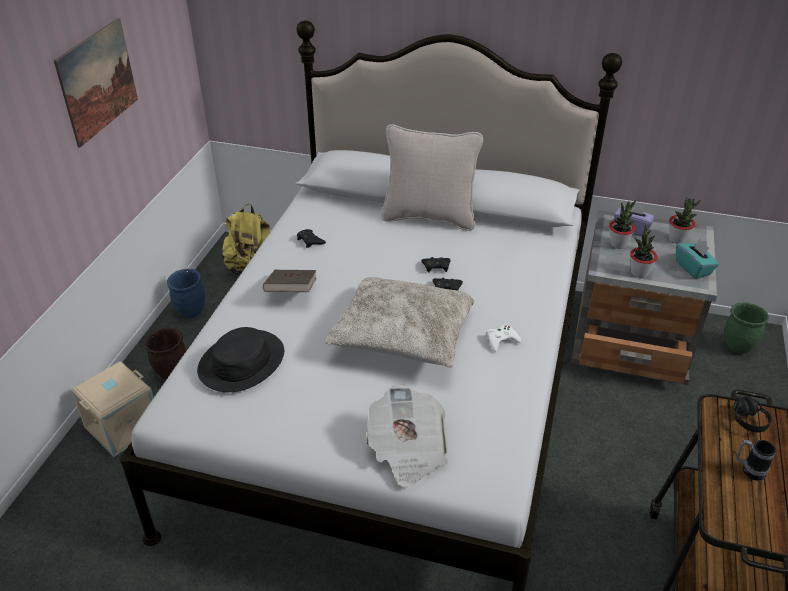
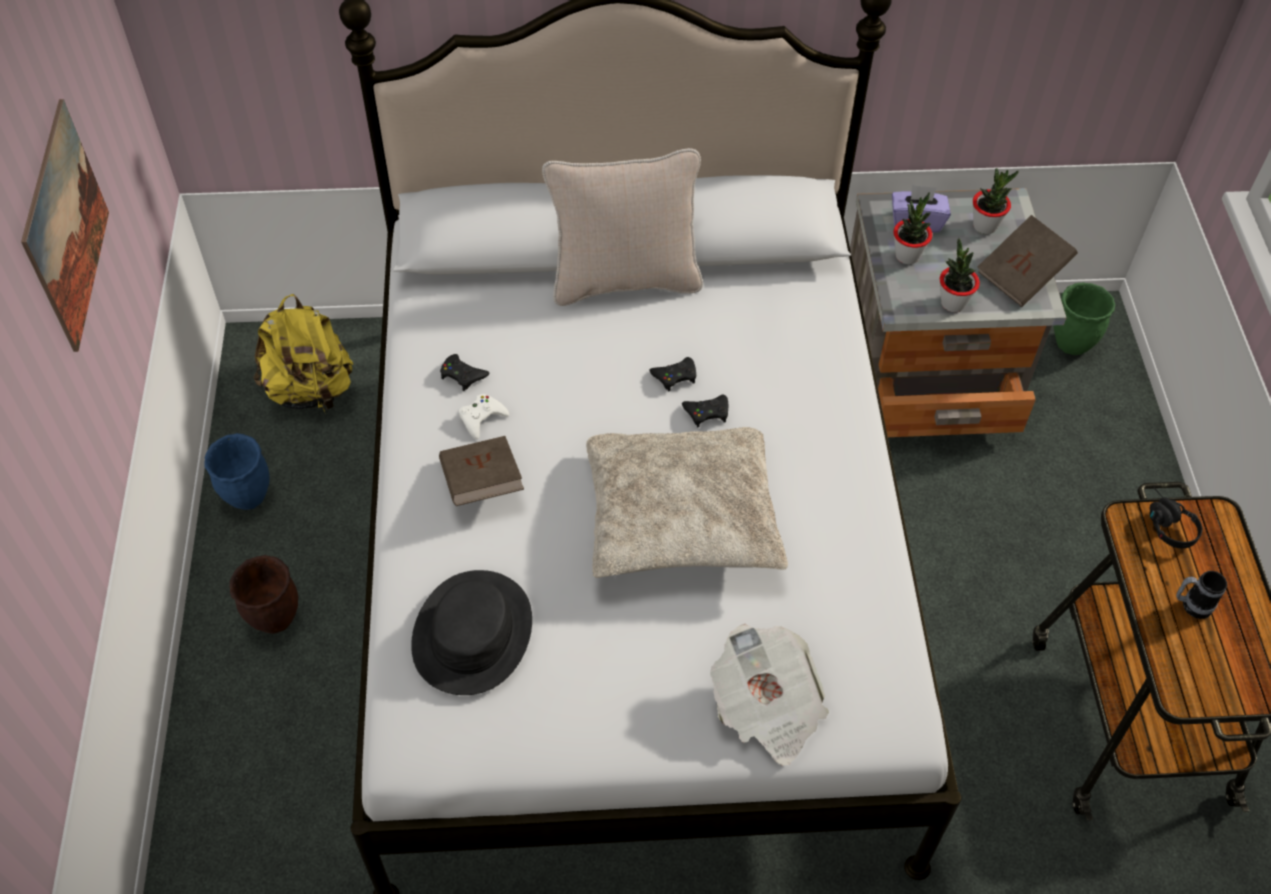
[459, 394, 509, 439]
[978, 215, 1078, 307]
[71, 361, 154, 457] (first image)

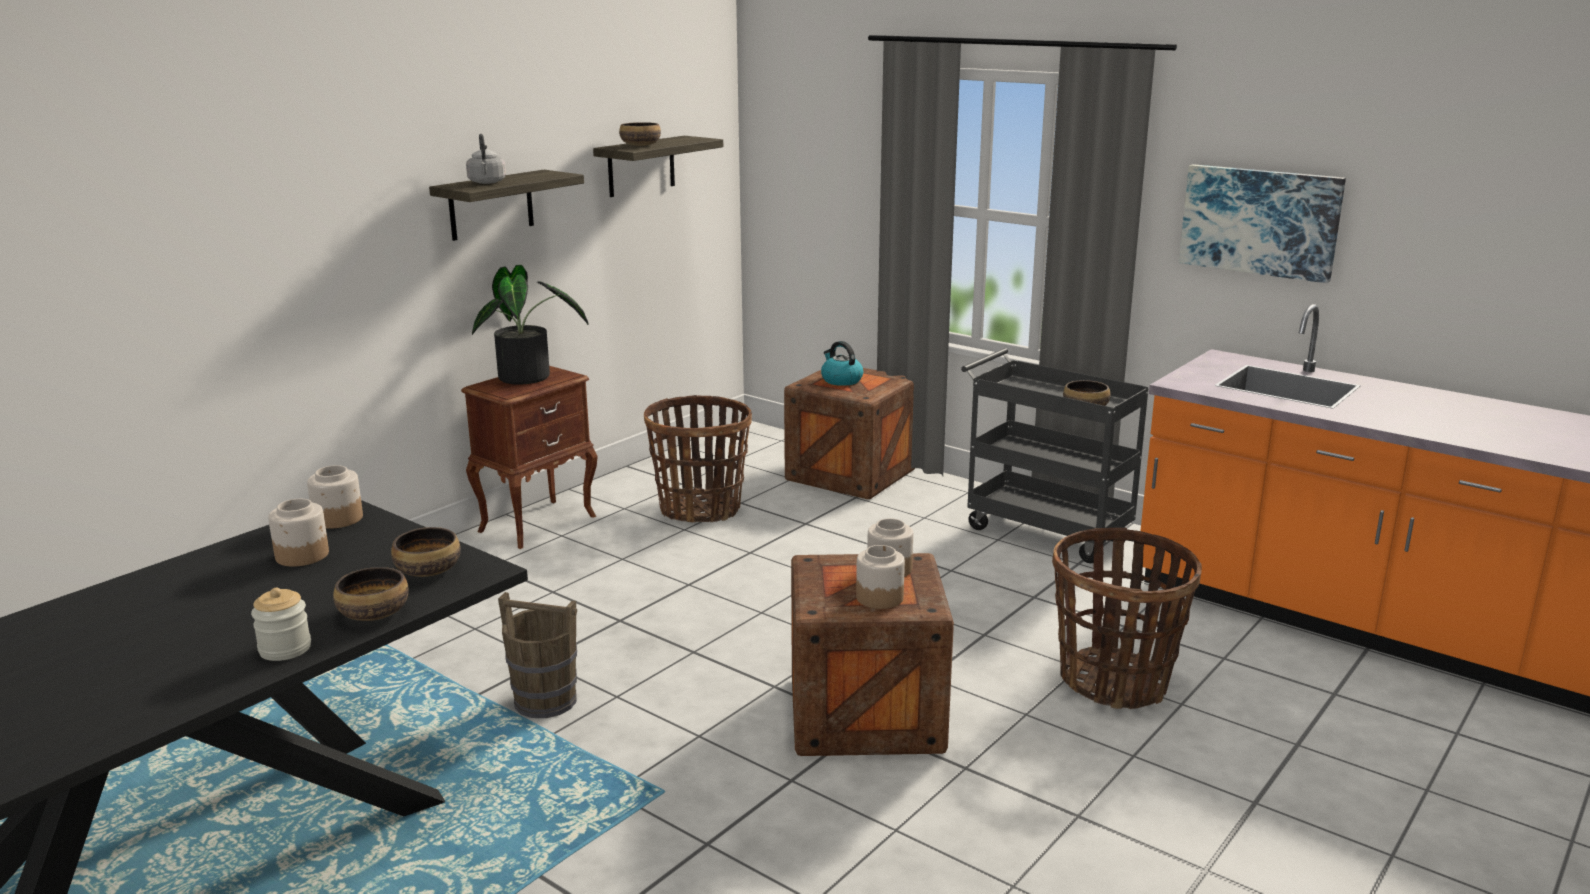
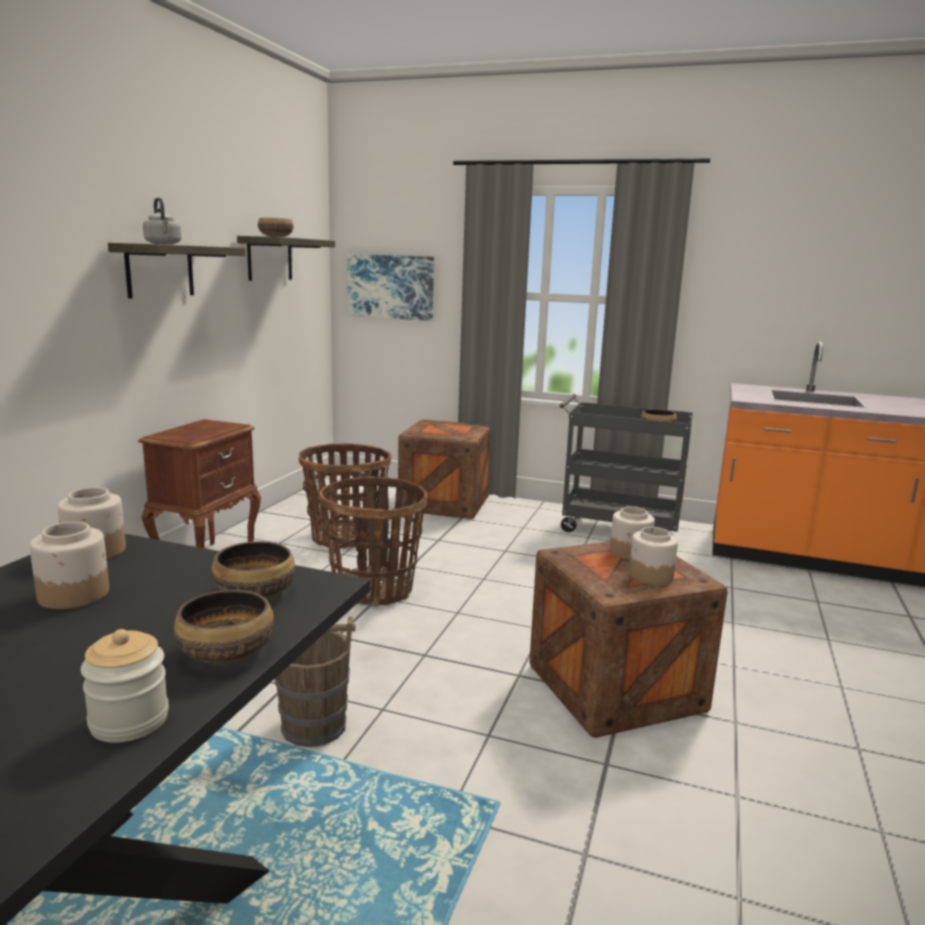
[319, 476, 428, 606]
[347, 254, 434, 321]
[472, 265, 588, 385] (first image)
[821, 341, 863, 386] (first image)

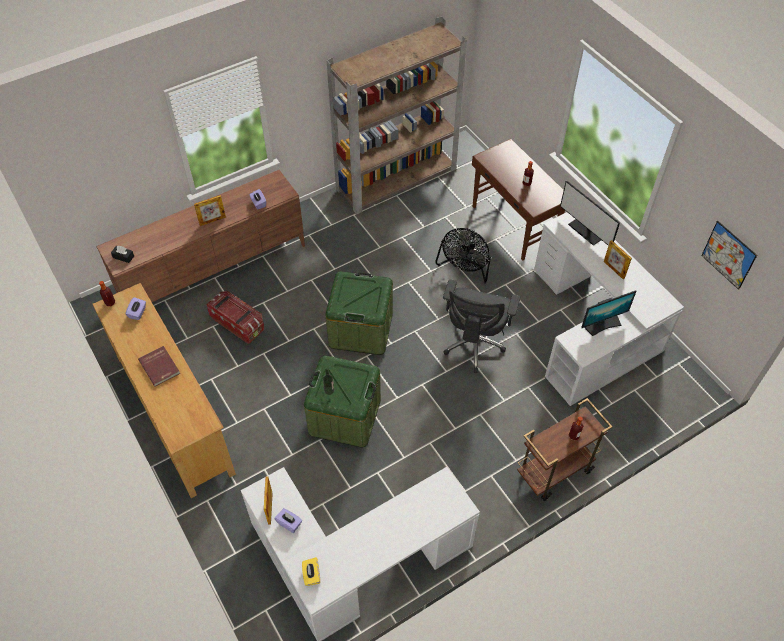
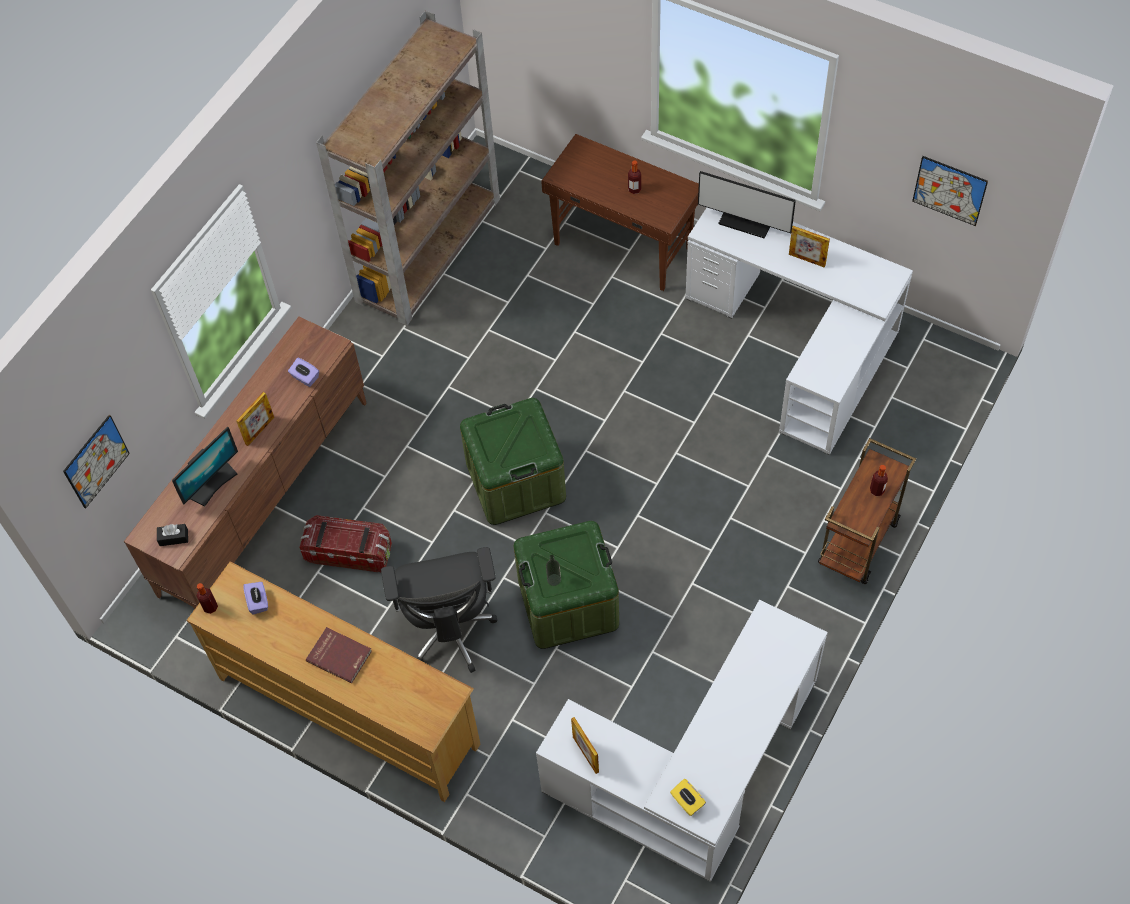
[63, 415, 130, 509]
[172, 427, 238, 506]
[381, 547, 497, 673]
[275, 508, 302, 533] (first image)
[435, 228, 492, 284] (first image)

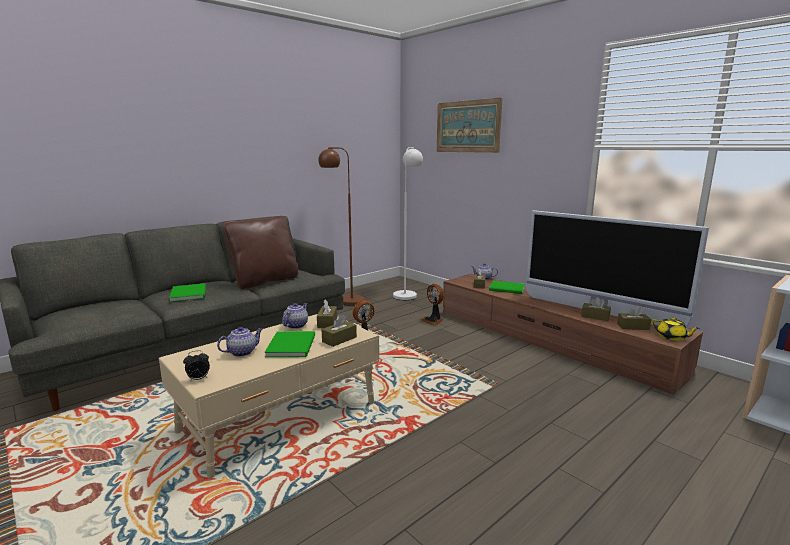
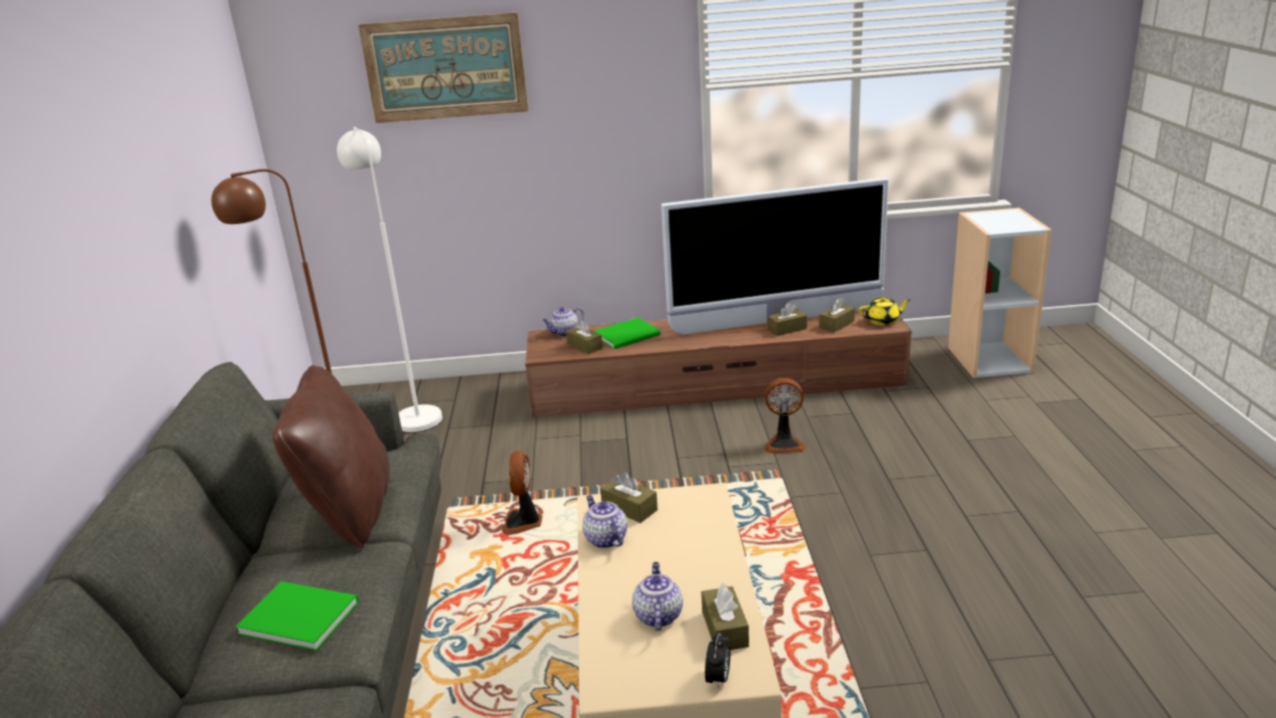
[701, 583, 749, 650]
[764, 378, 806, 453]
[264, 331, 315, 357] (first image)

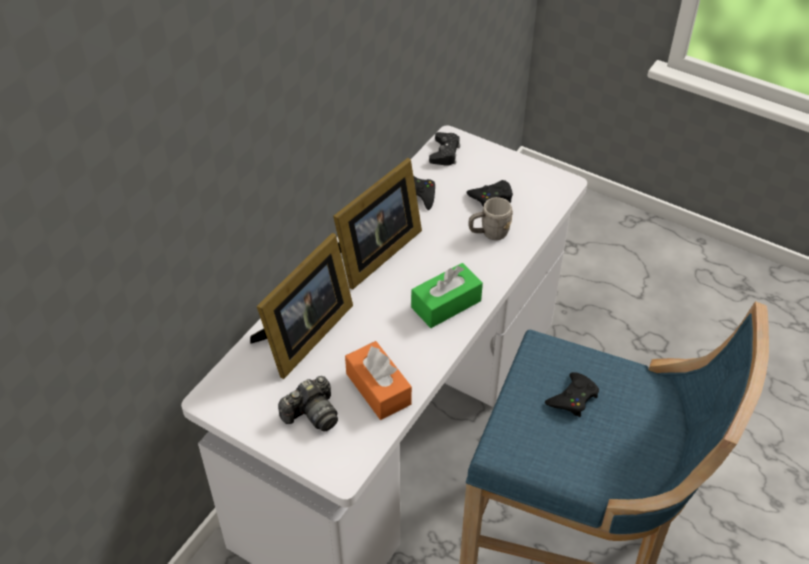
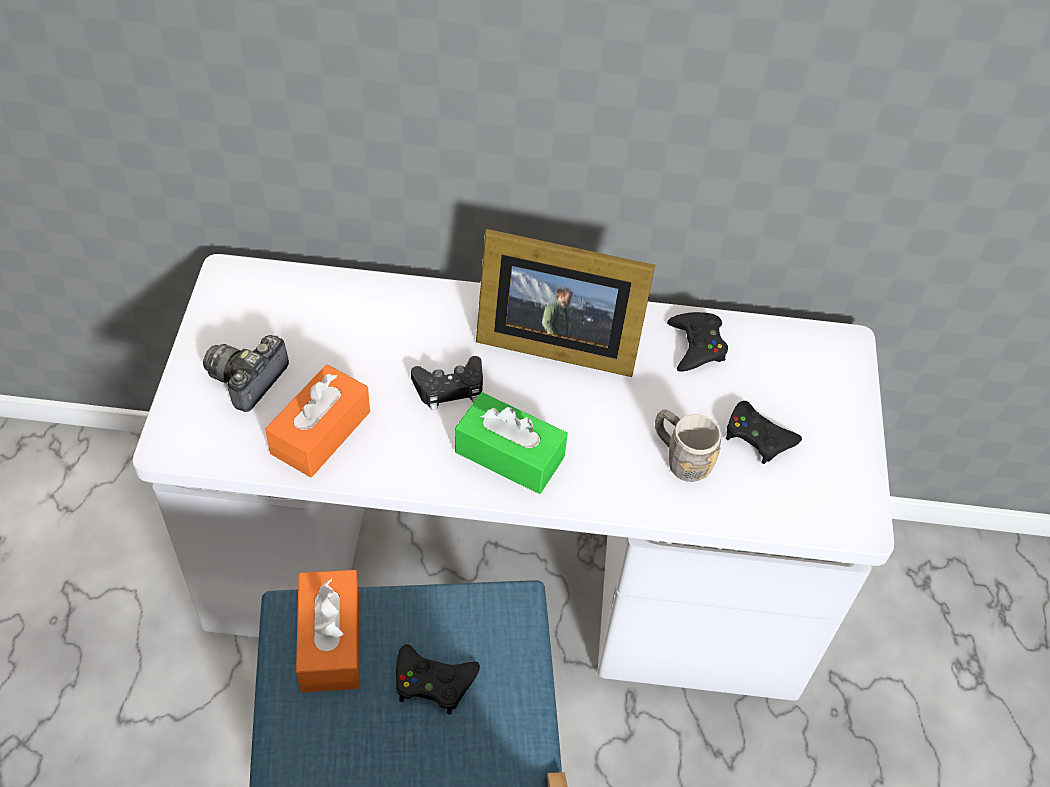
[203, 335, 289, 412]
[296, 570, 360, 692]
[411, 356, 483, 410]
[250, 233, 353, 379] (first image)

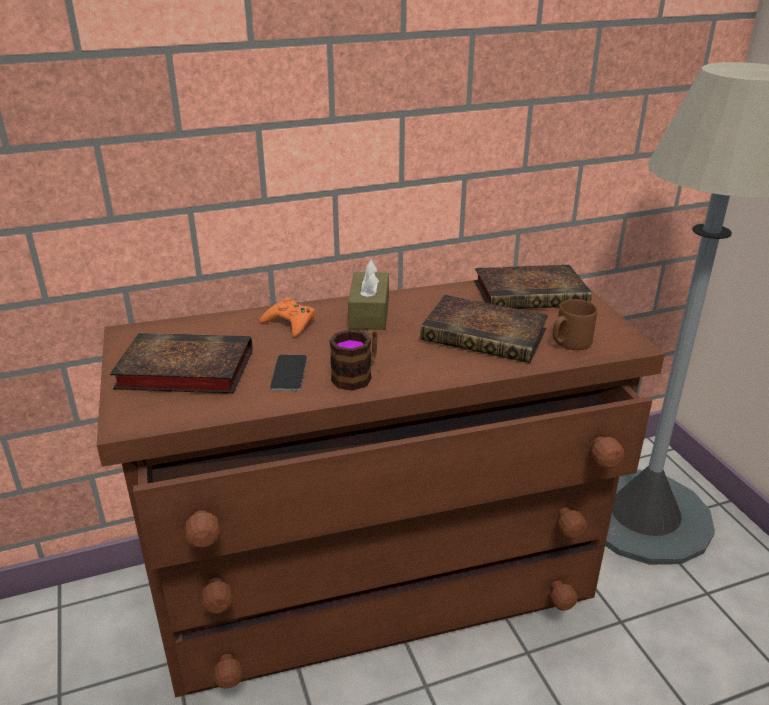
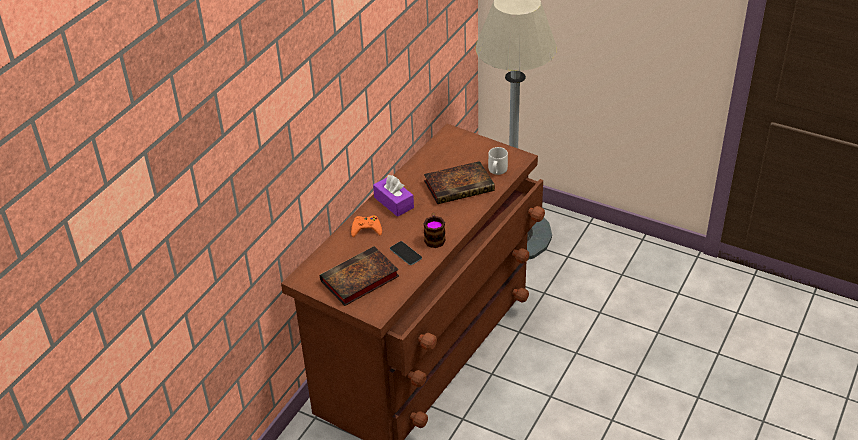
[373, 175, 414, 217]
[488, 147, 508, 175]
[474, 265, 592, 309] (first image)

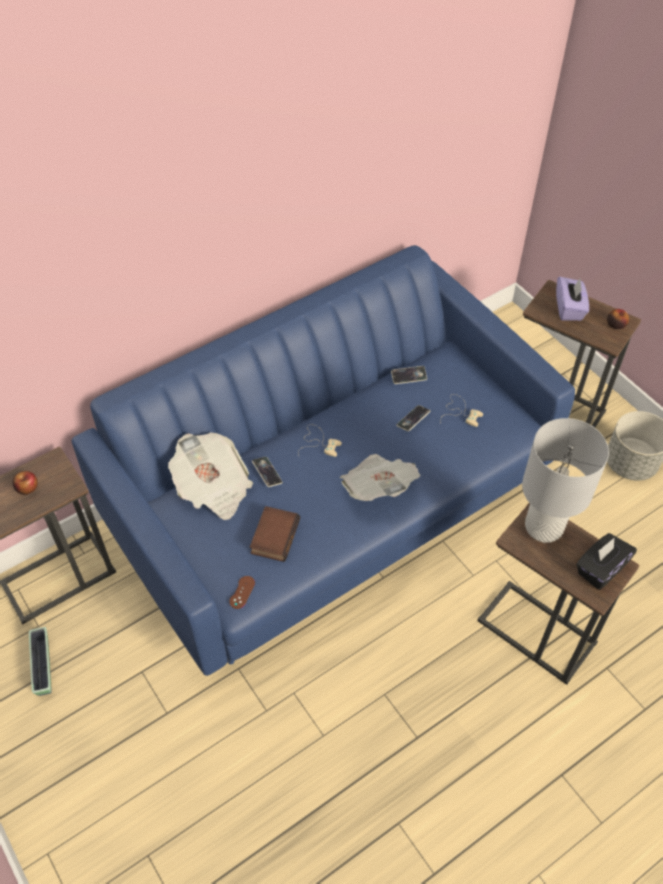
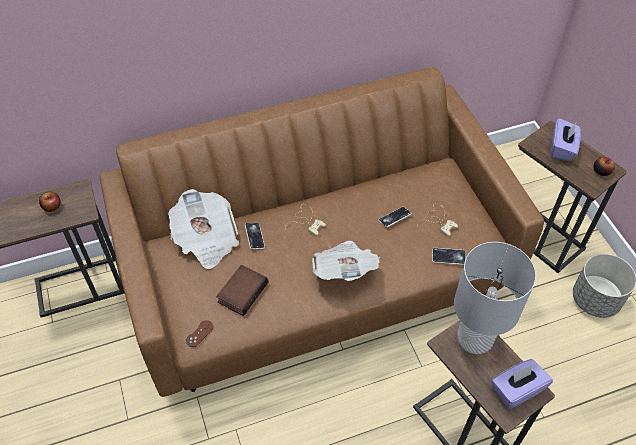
[99, 67, 544, 397]
[432, 248, 466, 265]
[492, 359, 553, 409]
[29, 627, 52, 696] (first image)

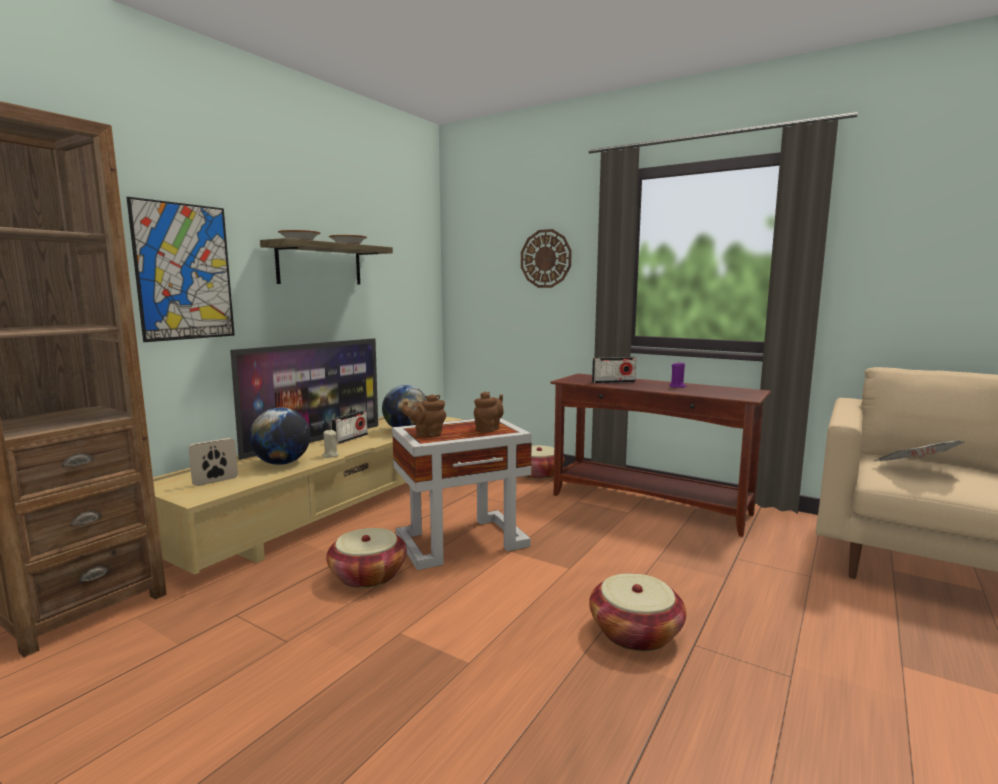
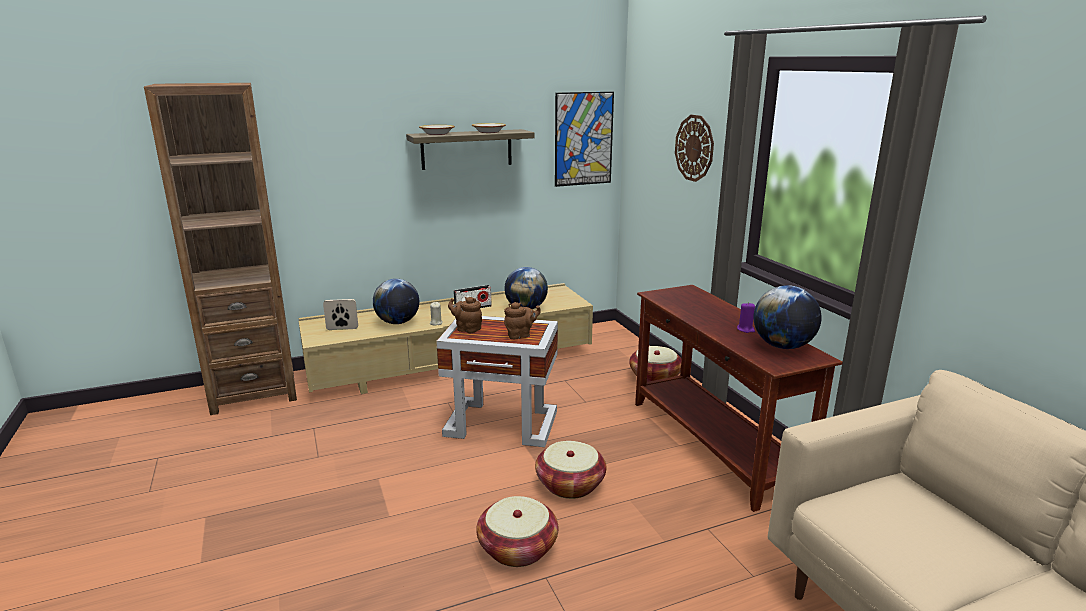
[535, 441, 606, 499]
[555, 92, 614, 187]
[754, 285, 821, 349]
[230, 338, 378, 460] (first image)
[592, 357, 636, 383] (first image)
[873, 440, 964, 461] (first image)

